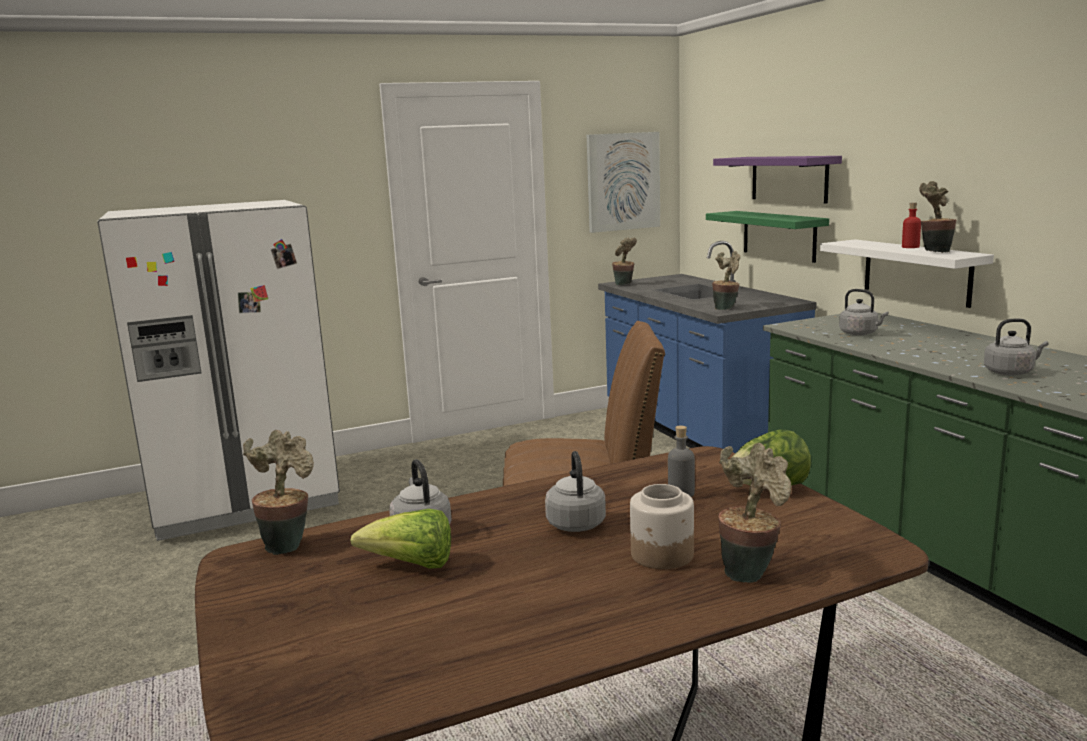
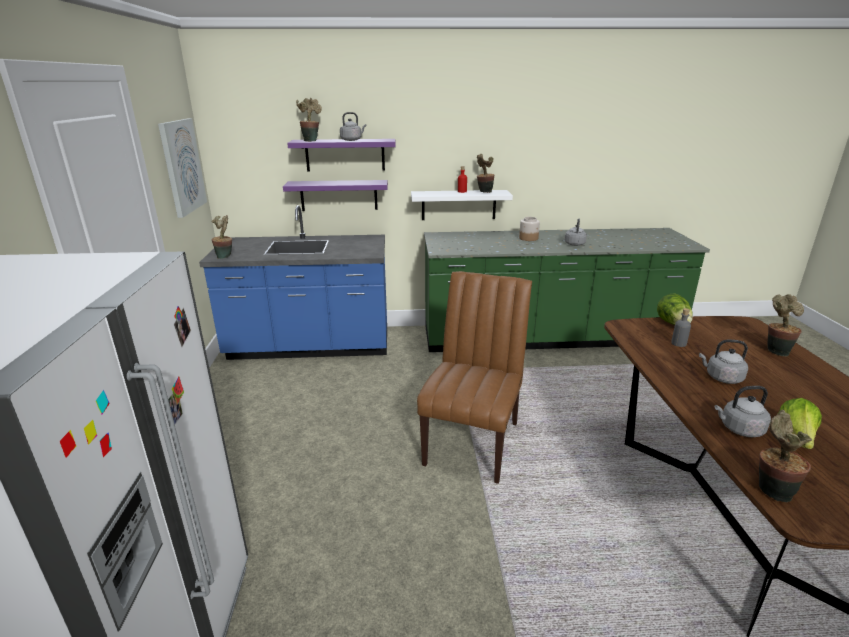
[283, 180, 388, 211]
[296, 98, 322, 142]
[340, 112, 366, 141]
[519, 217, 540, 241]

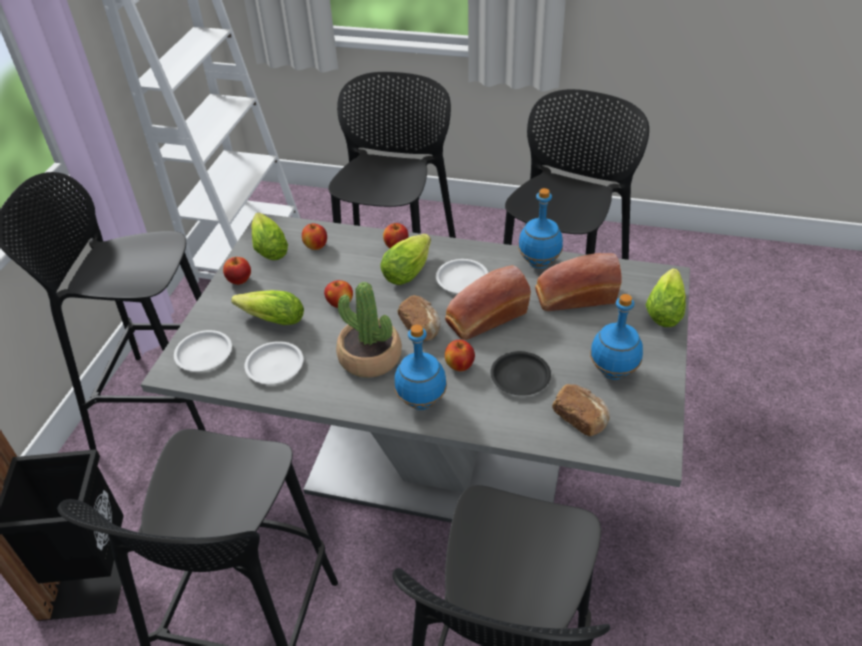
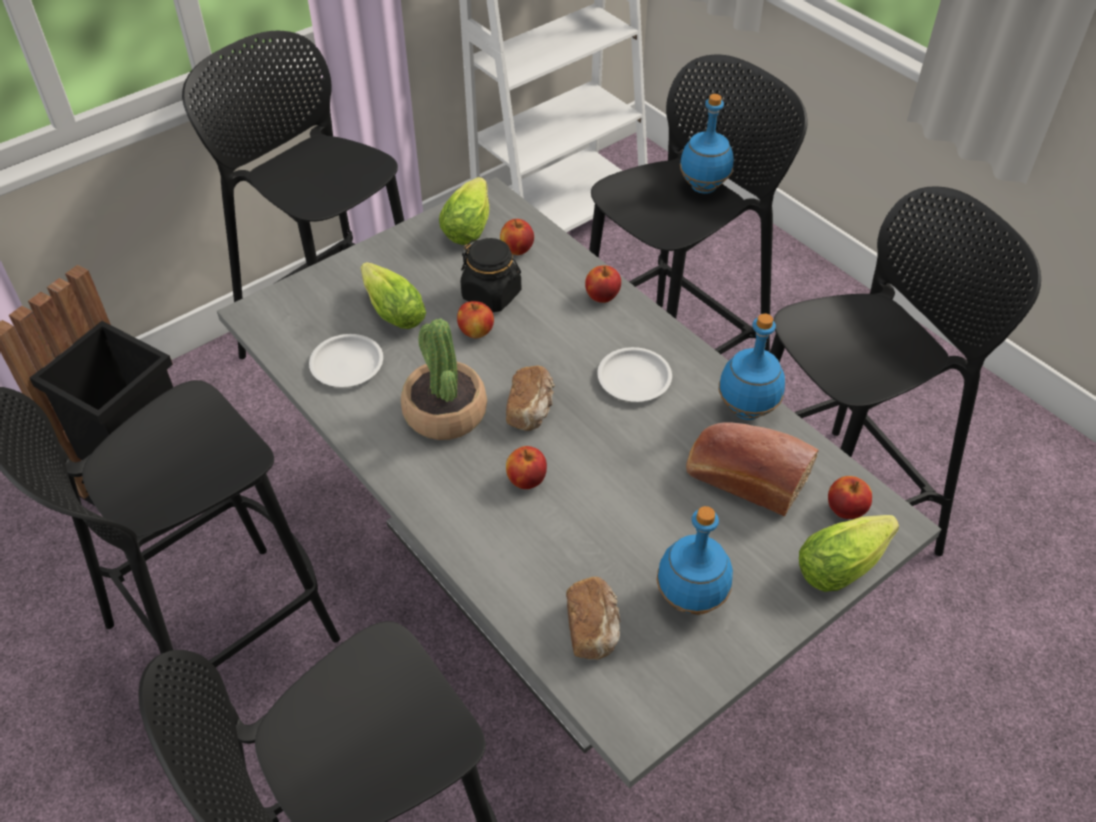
[460, 238, 521, 312]
[680, 94, 734, 194]
[828, 476, 872, 519]
[174, 330, 232, 371] (first image)
[380, 234, 431, 285] (first image)
[445, 265, 531, 340] (first image)
[490, 351, 551, 396] (first image)

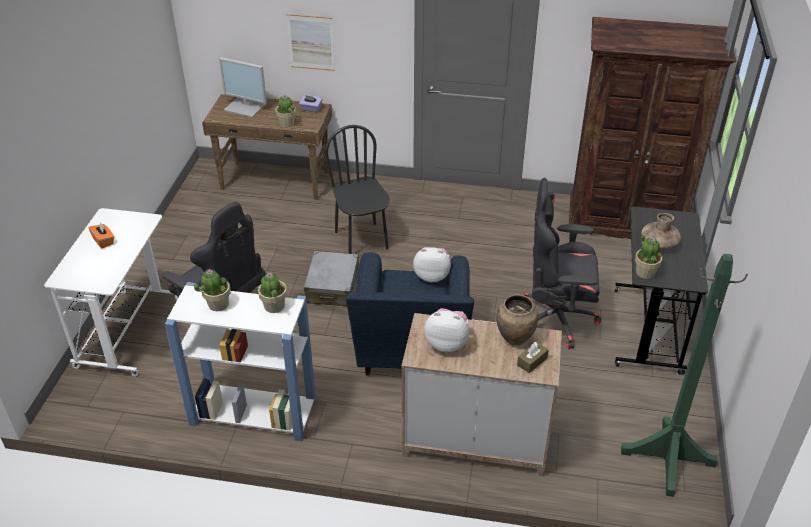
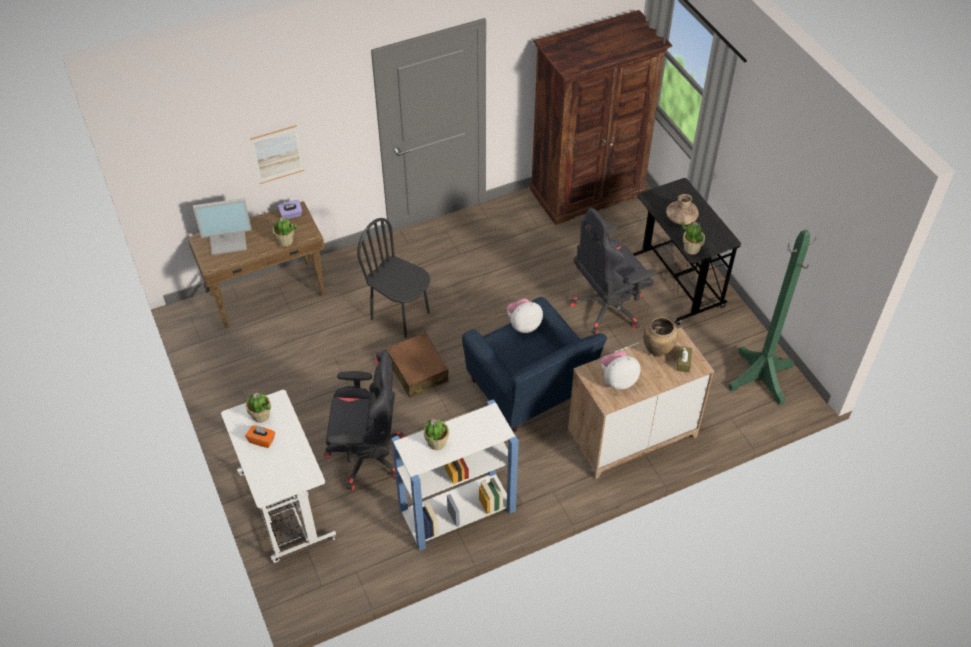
[246, 392, 271, 423]
[386, 333, 448, 398]

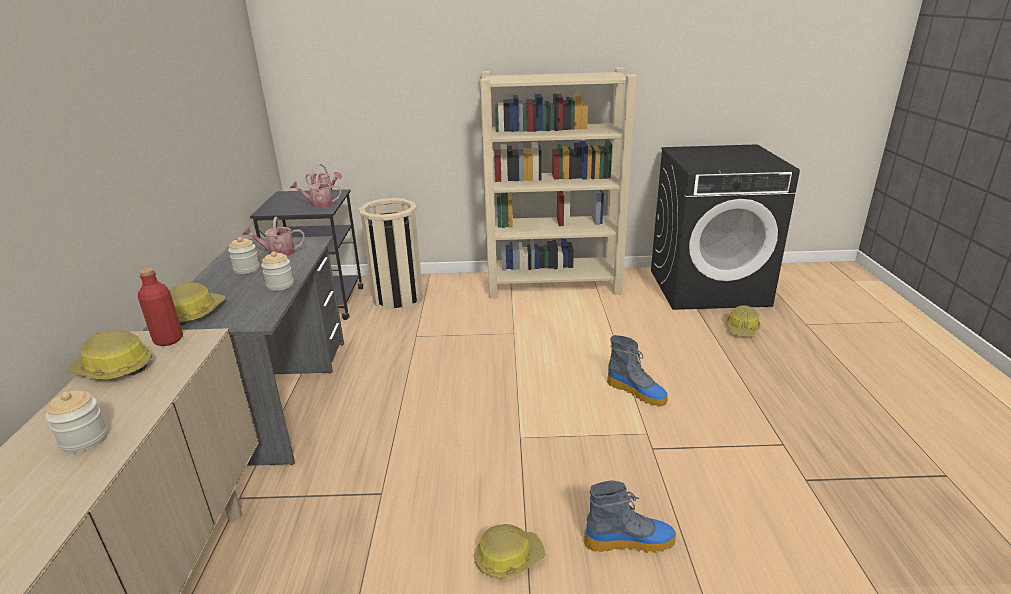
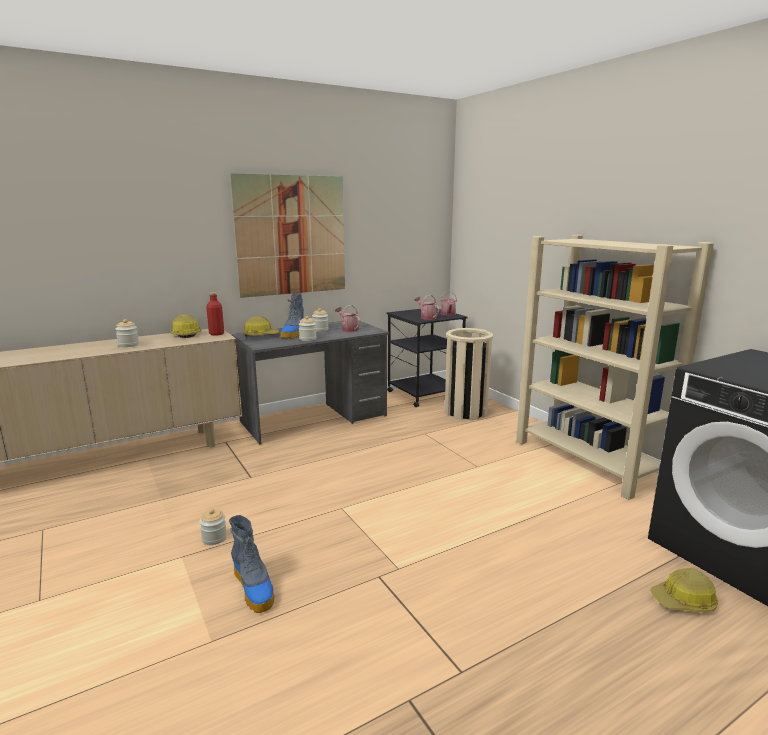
[200, 509, 227, 545]
[230, 173, 345, 298]
[281, 293, 304, 339]

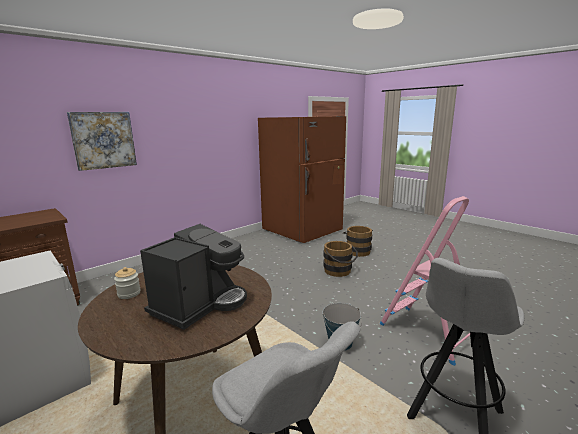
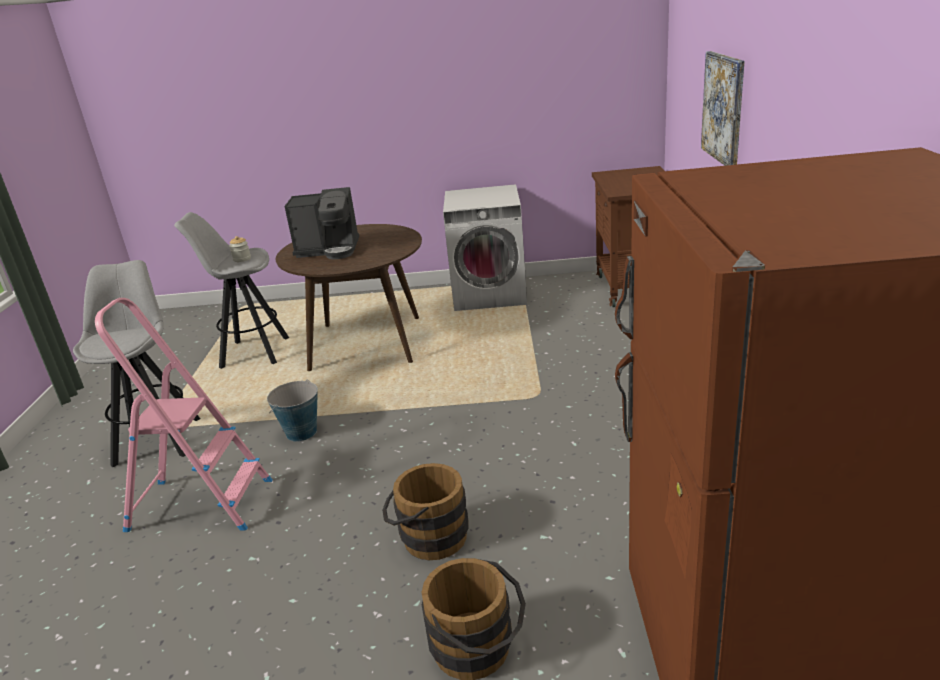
[229, 236, 251, 262]
[285, 187, 359, 259]

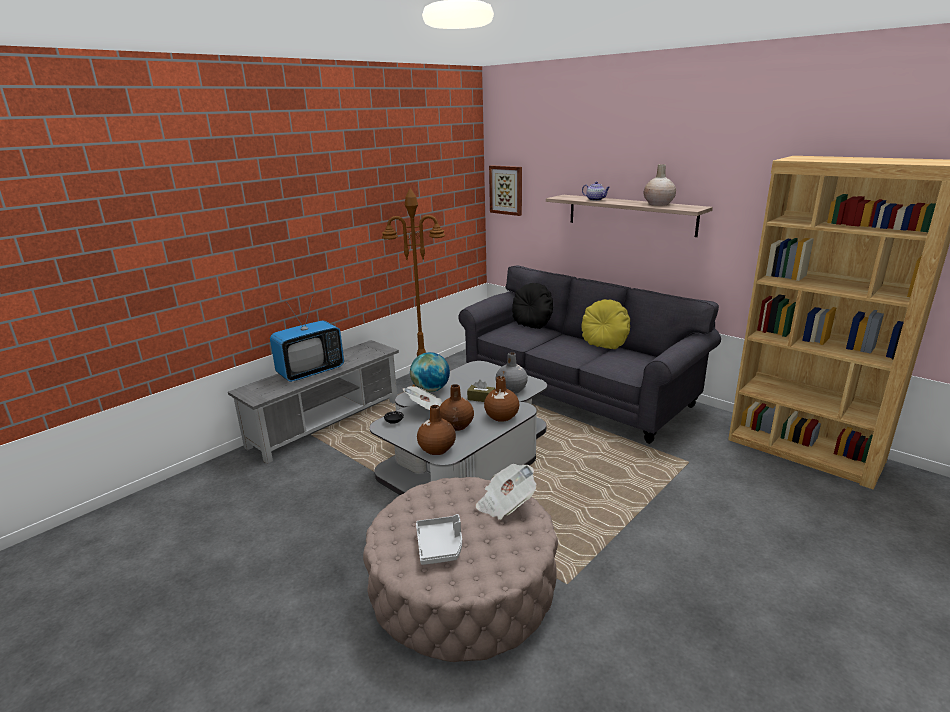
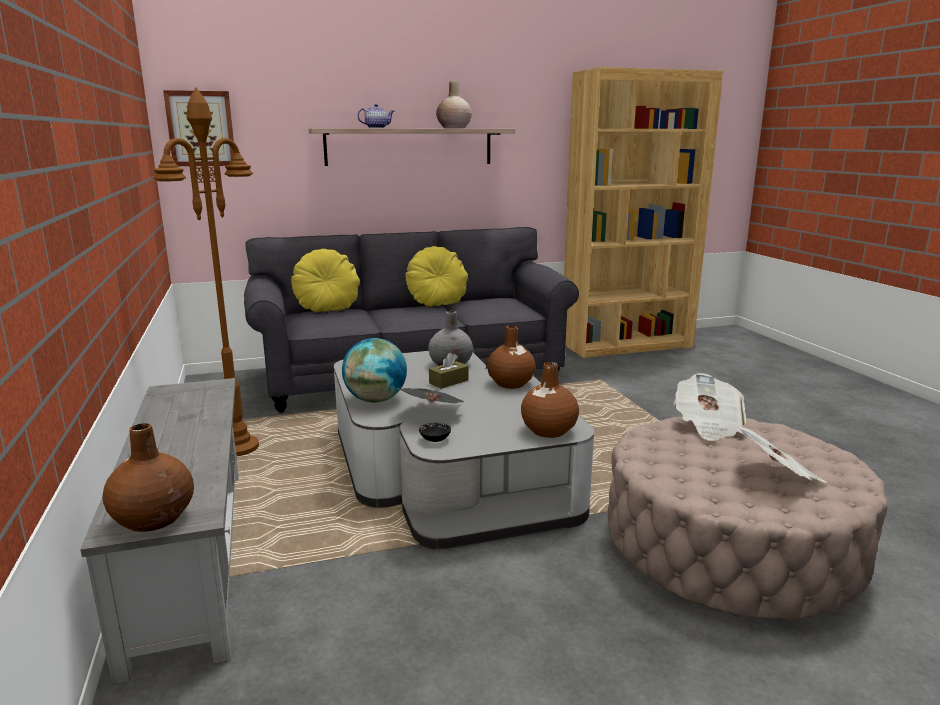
[102, 423, 194, 532]
[291, 249, 360, 312]
[736, 427, 827, 483]
[270, 296, 344, 382] (first image)

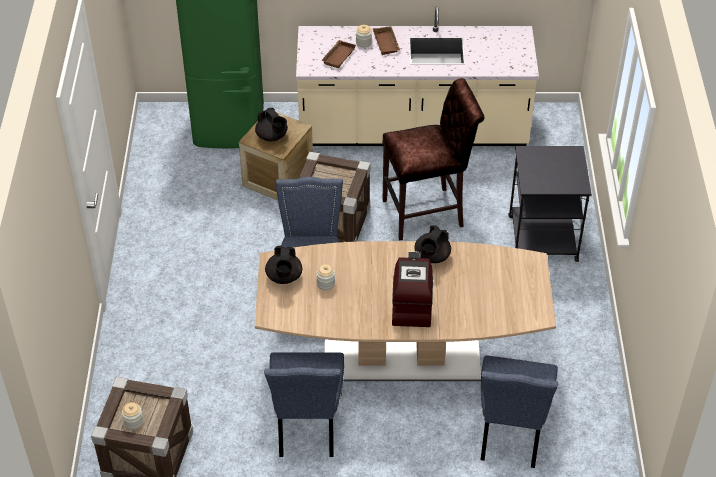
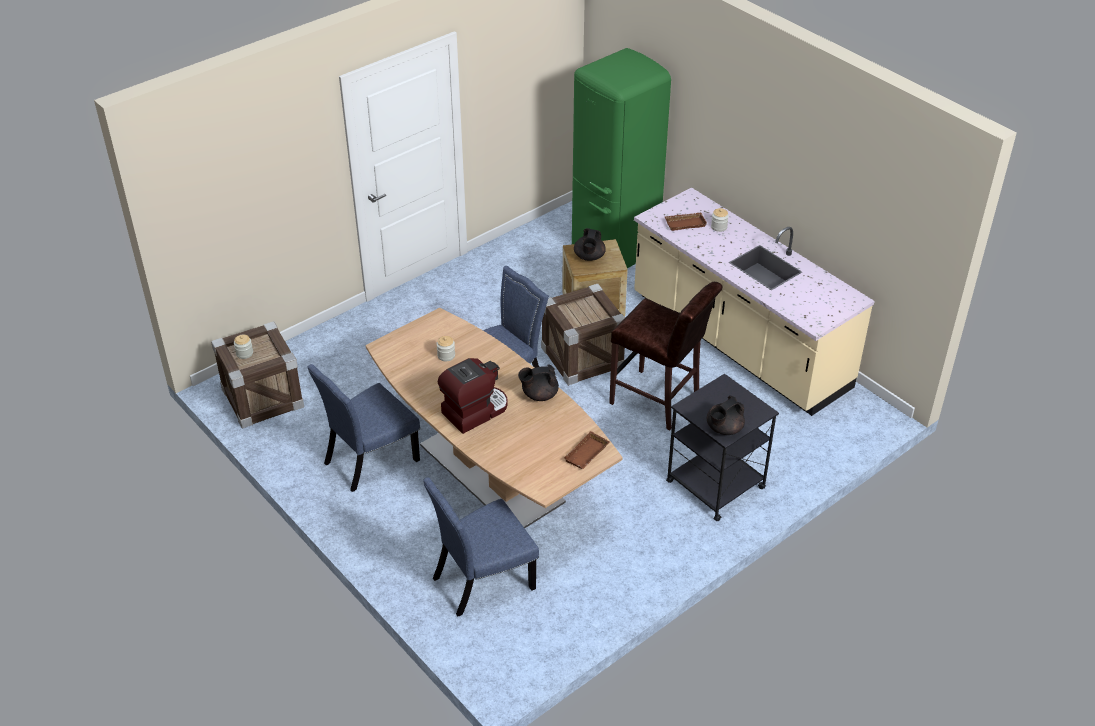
[564, 431, 610, 469]
[707, 396, 745, 435]

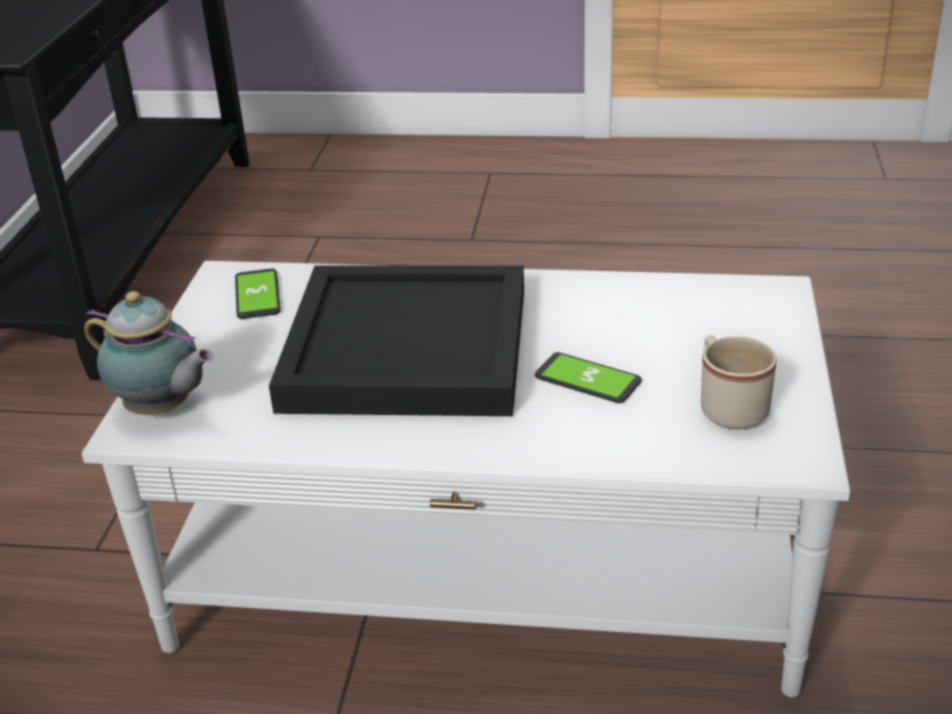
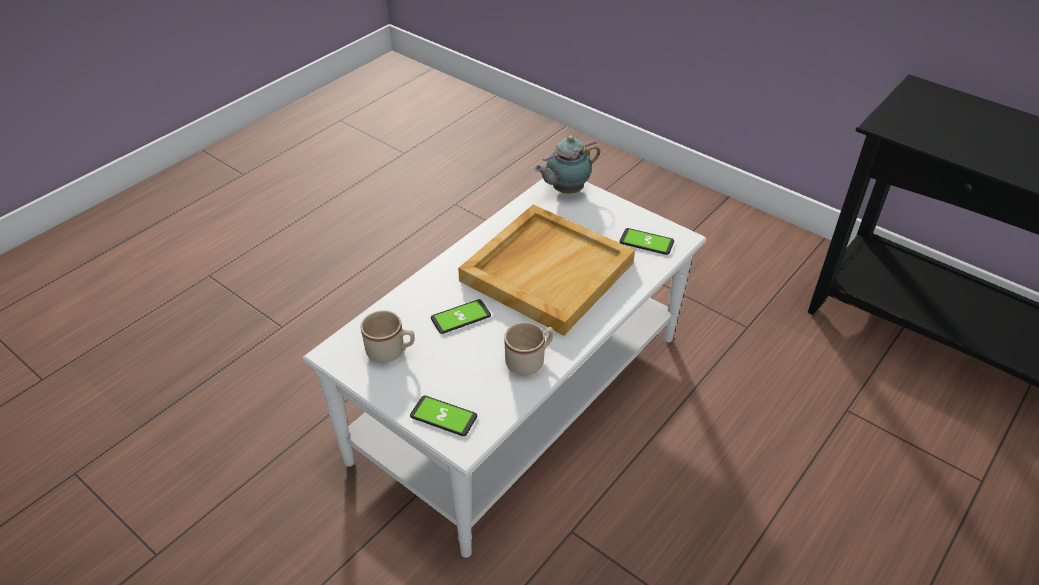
[410, 395, 477, 436]
[458, 205, 635, 335]
[504, 322, 554, 375]

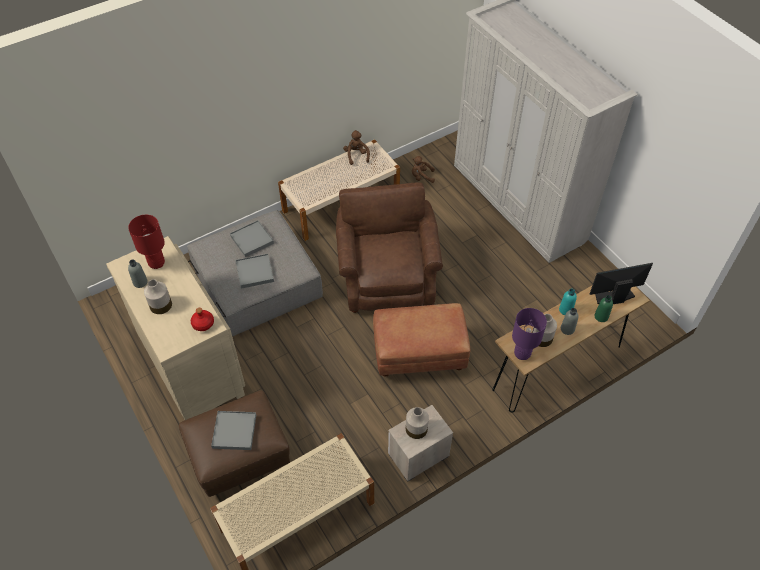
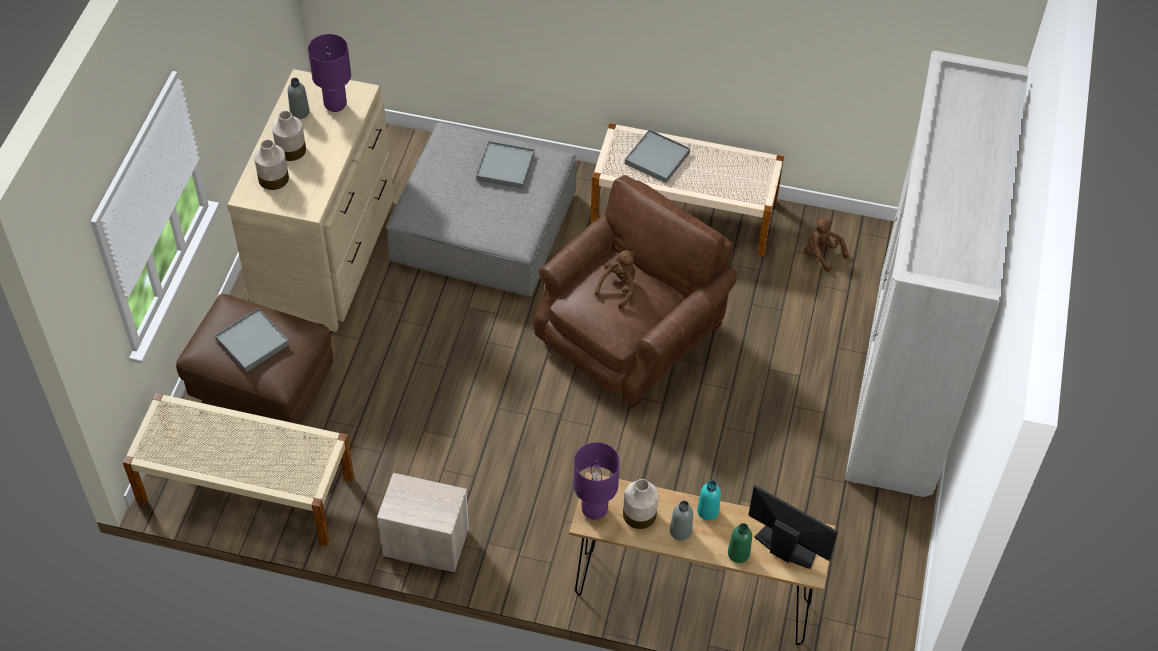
[254, 139, 289, 190]
[308, 34, 351, 112]
[595, 250, 635, 309]
[625, 129, 690, 183]
[191, 308, 214, 331] (first image)
[373, 303, 470, 377] (first image)

